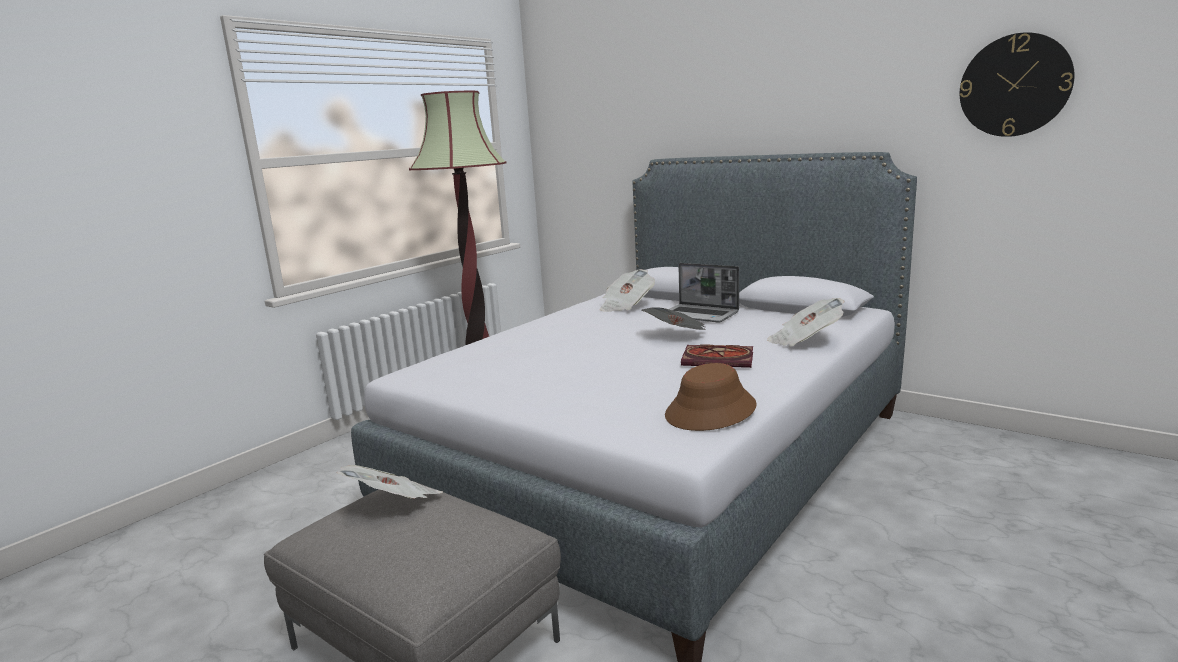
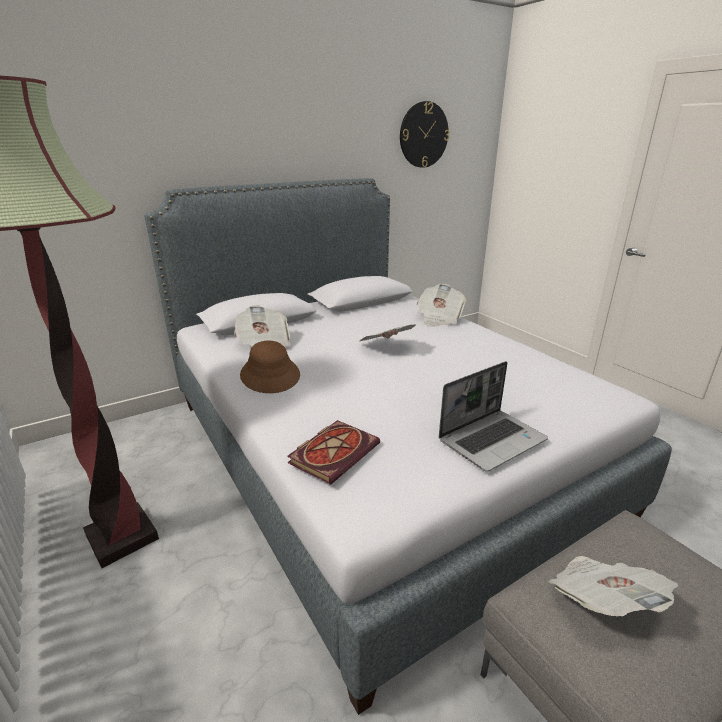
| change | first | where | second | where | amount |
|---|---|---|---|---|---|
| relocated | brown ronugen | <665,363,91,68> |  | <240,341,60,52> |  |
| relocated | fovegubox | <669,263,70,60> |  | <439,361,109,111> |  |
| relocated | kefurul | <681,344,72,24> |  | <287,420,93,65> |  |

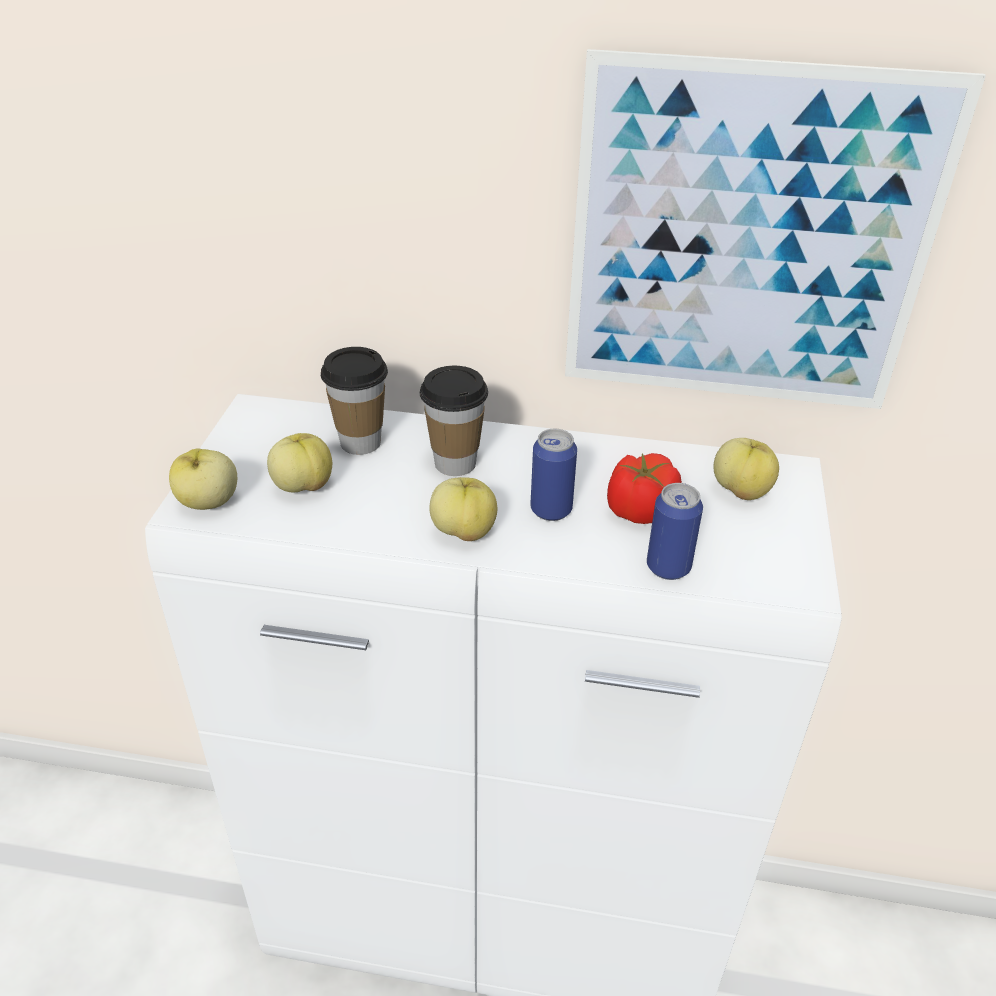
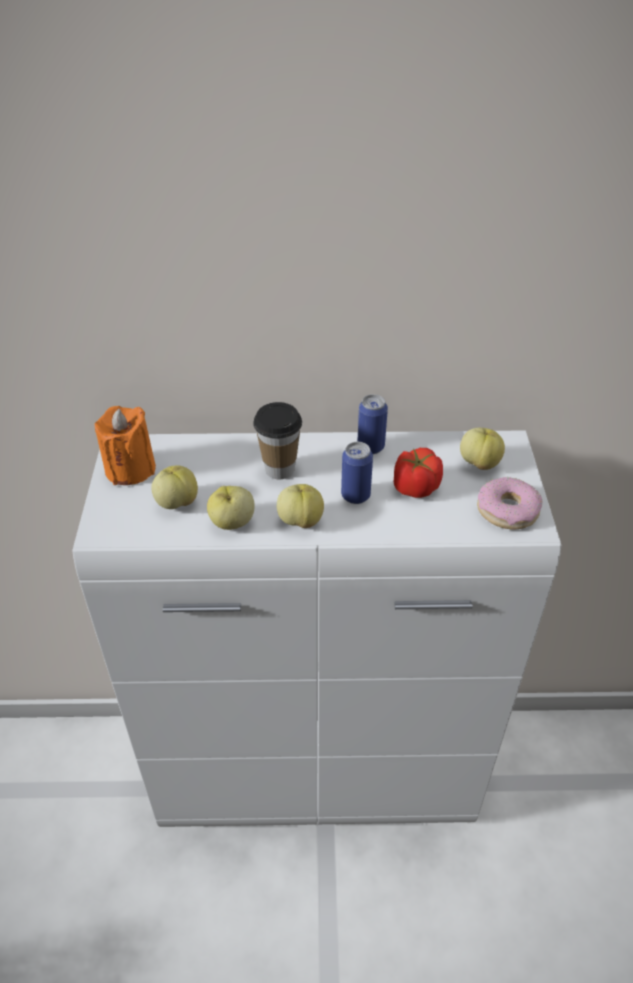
| change | first | where | second | where | amount |
|---|---|---|---|---|---|
| relocated | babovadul | <169,448,68,62> |  | <207,486,48,44> |  |
| missing | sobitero | <321,347,67,108> |  |  |  |
| missing | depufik | <565,49,421,360> |  |  |  |
| relocated | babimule | <647,483,56,97> |  | <357,394,31,60> |  |
| appeared |  |  | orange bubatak | <95,406,61,79> |  |
| appeared |  |  | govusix | <477,477,65,52> |  |

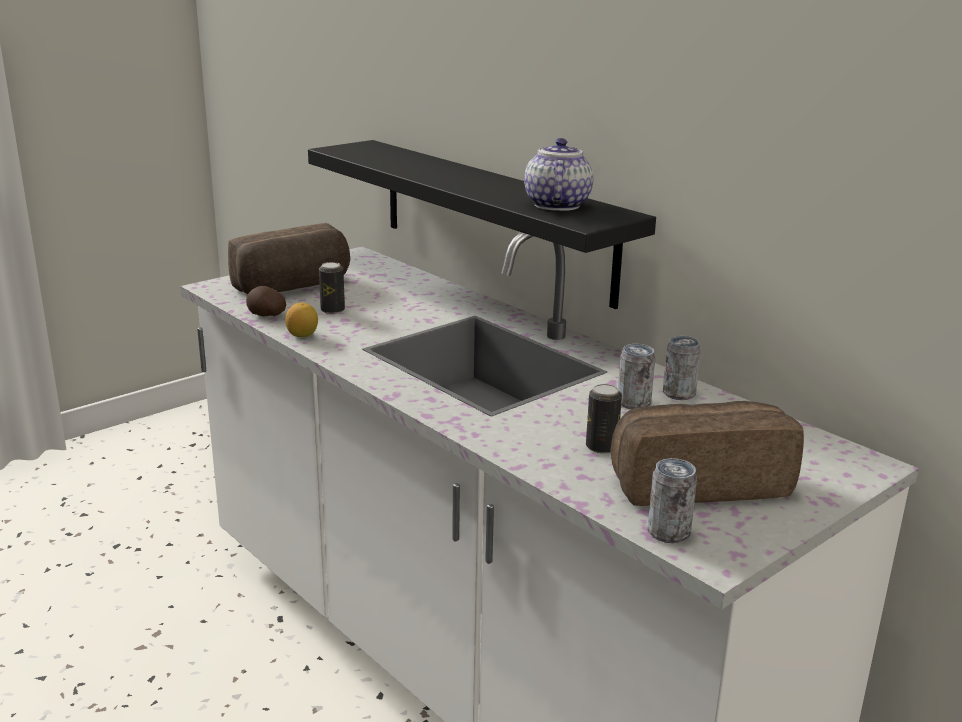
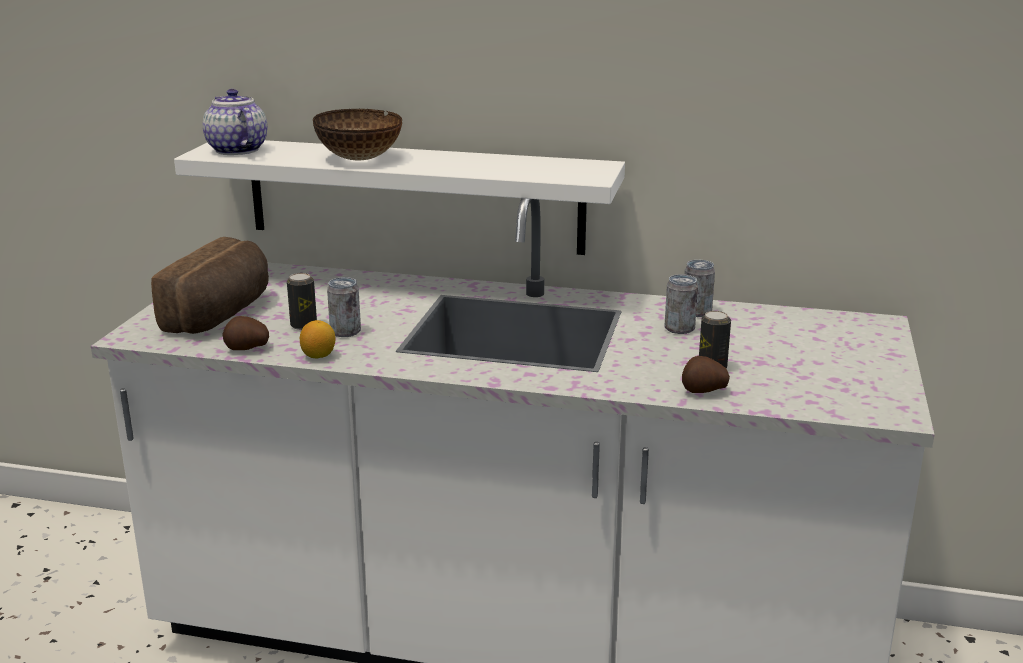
| change | first | where | second | where | amount |
|---|---|---|---|---|---|
| colour | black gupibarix | <308,140,348,169> | white gupibarix | <174,140,451,115> |  |
| relocated | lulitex | <524,138,69,73> |  | <203,89,64,66> |  |
| missing | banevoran | <610,401,194,105> |  |  |  |
| relocated | babimule | <648,458,49,85> |  | <327,277,34,60> |  |
| appeared |  |  | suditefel | <313,109,89,51> |  |
| appeared |  |  | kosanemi | <682,356,48,37> |  |

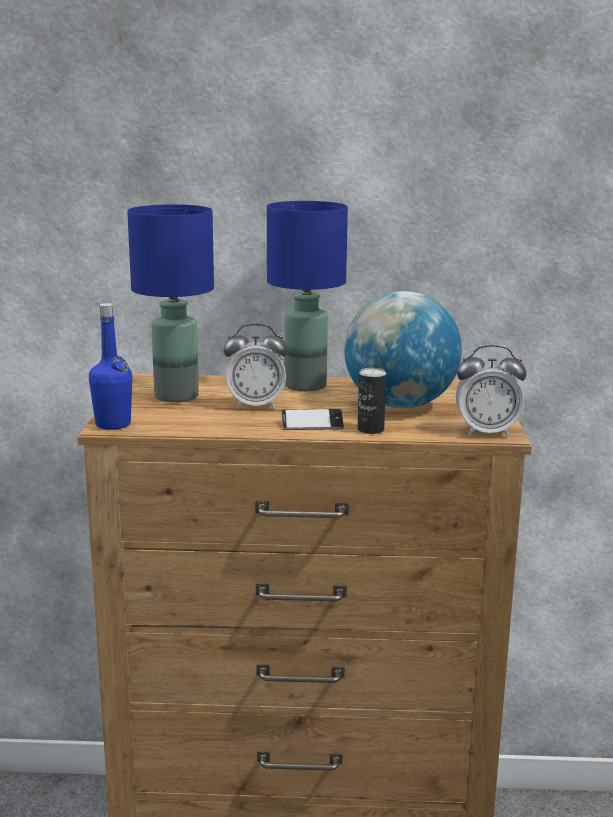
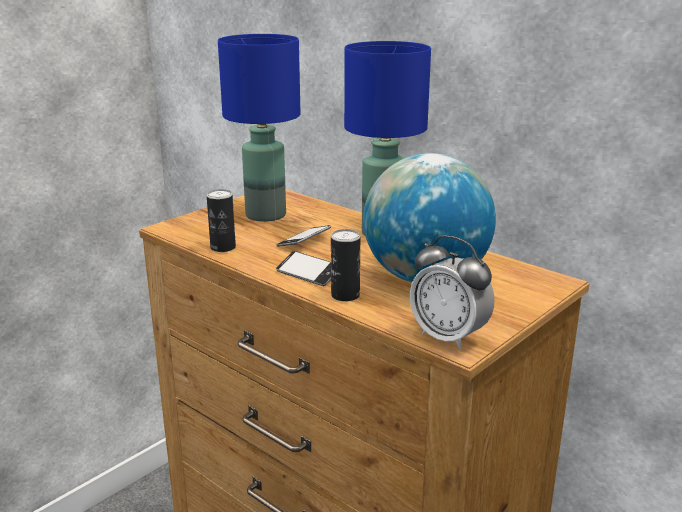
| change | first | where | second | where | amount |
|---|---|---|---|---|---|
| missing | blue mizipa | <89,303,43,127> |  |  |  |
| exchanged | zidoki | <223,323,65,86> | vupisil | <277,225,54,22> |  |
| appeared |  |  | babimule | <207,189,29,63> |  |

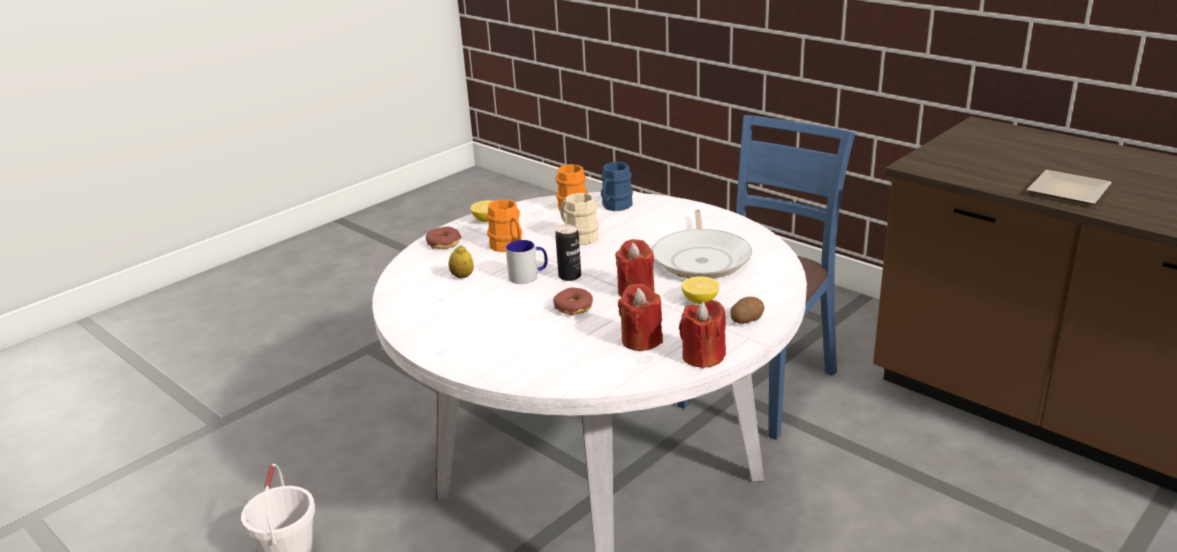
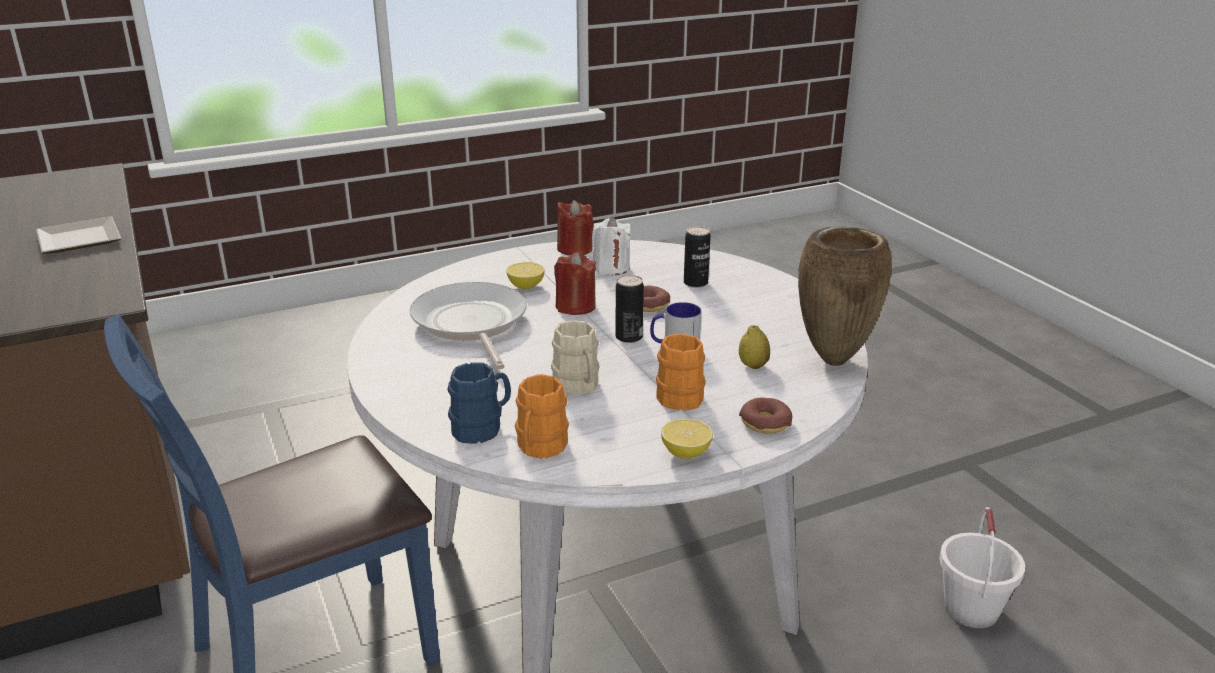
| change | first | where | second | where | amount |
|---|---|---|---|---|---|
| colour | red bubatak | <618,284,45,67> | white bubatak | <592,217,39,58> |  |
| spun | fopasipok | <652,209,100,70> |  | <409,282,118,87> | 45 degrees counterclockwise |
| missing | kosanemi | <730,297,35,27> |  |  |  |
| appeared |  |  | babimule | <684,226,27,62> |  |
| appeared |  |  | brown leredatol | <798,226,94,140> |  |

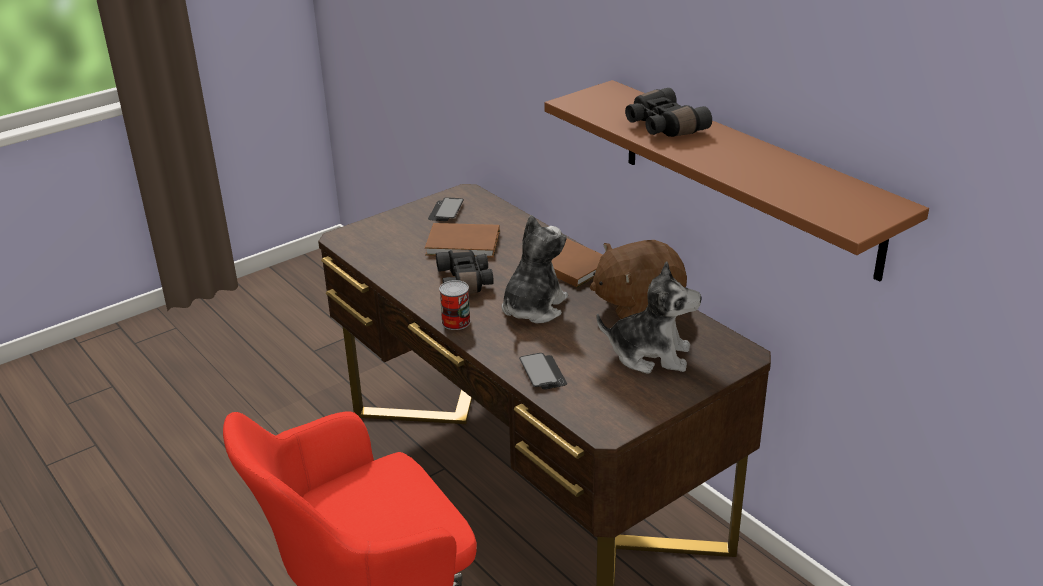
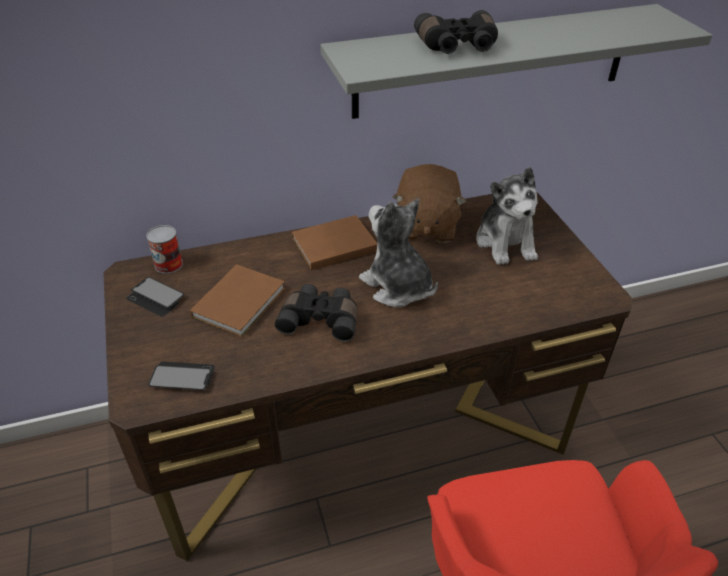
| change | first | where | second | where | amount |
|---|---|---|---|---|---|
| relocated | babimule | <439,280,32,50> |  | <146,225,37,49> |  |
| relocated | vupisil | <519,353,48,36> |  | <148,361,67,29> |  |
| colour | brown gupibarix | <545,80,384,202> | grey gupibarix | <320,4,392,115> |  |
| spun | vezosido | <596,261,106,113> |  | <476,167,62,98> | 135 degrees clockwise |

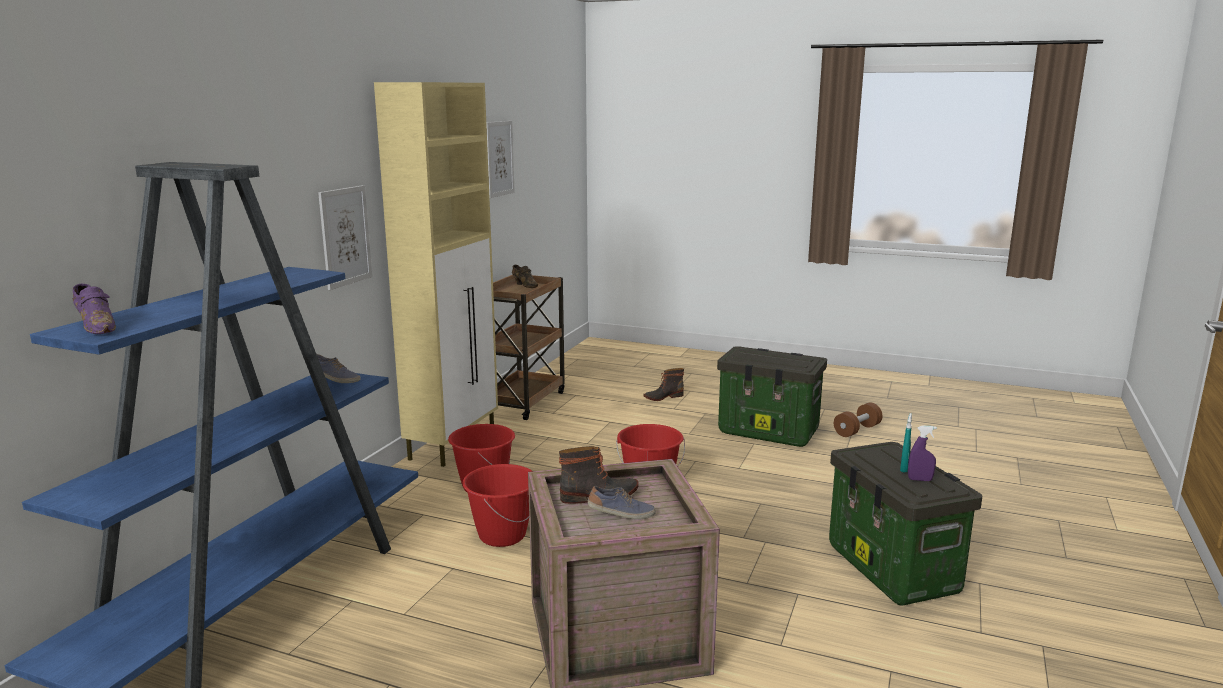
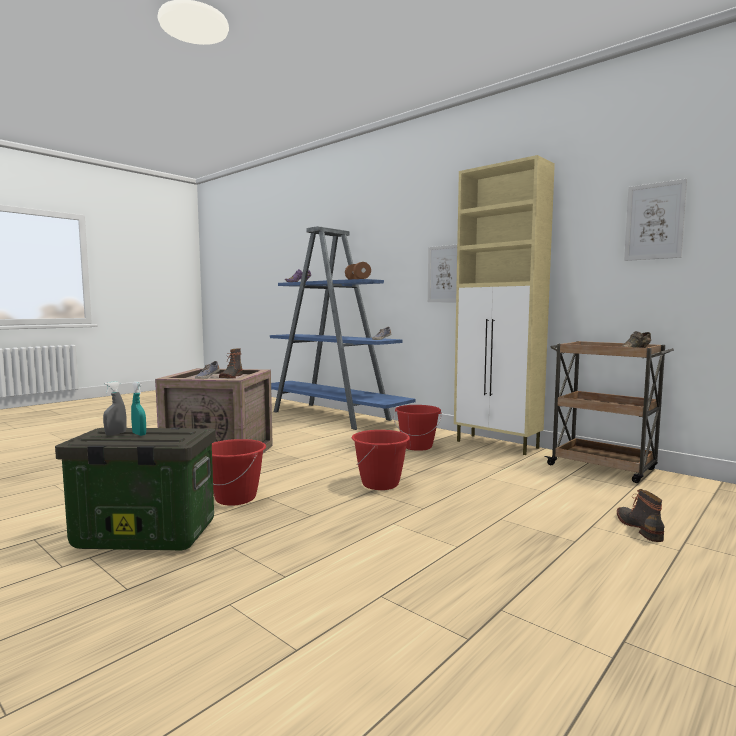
| change | first | where | second | where | amount |
|---|---|---|---|---|---|
| relocated | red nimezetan | <462,464,70,83> |  | <212,439,54,67> |  |
| missing | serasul | <717,346,110,101> |  |  |  |
| relocated | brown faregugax | <834,403,48,34> |  | <345,262,26,17> |  |
| colour | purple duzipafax | <908,425,29,56> | grey duzipafax | <103,381,24,55> |  |

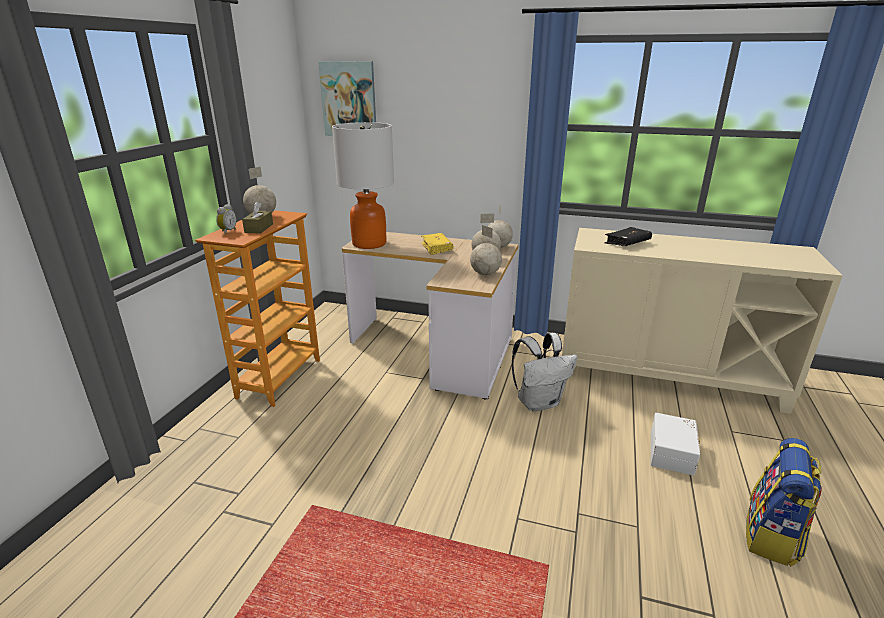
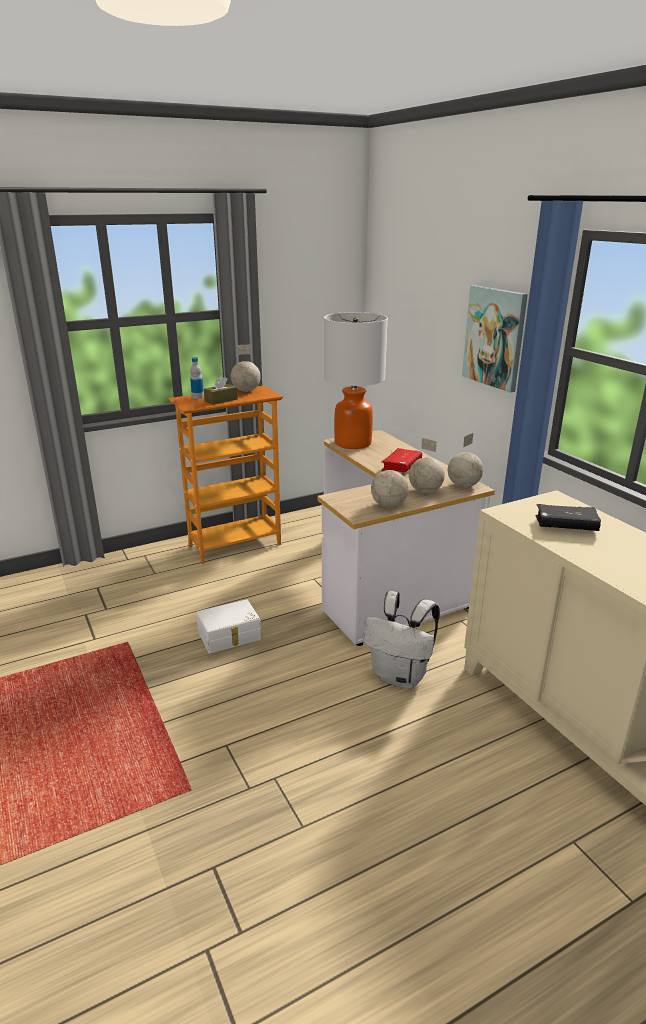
| change | first | where | second | where | amount |
|---|---|---|---|---|---|
| exchanged | zidoki | <216,204,20,30> | mizipa | <190,357,14,42> |  |
| relocated | depufik | <318,61,58,75> |  | <462,285,66,108> |  |
| colour | yellow kefurul | <421,233,32,22> | red kefurul | <381,448,41,24> |  |
| relocated | white serasul | <651,413,49,63> |  | <196,599,65,55> |  |
| missing | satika | <746,438,76,129> |  |  |  |

